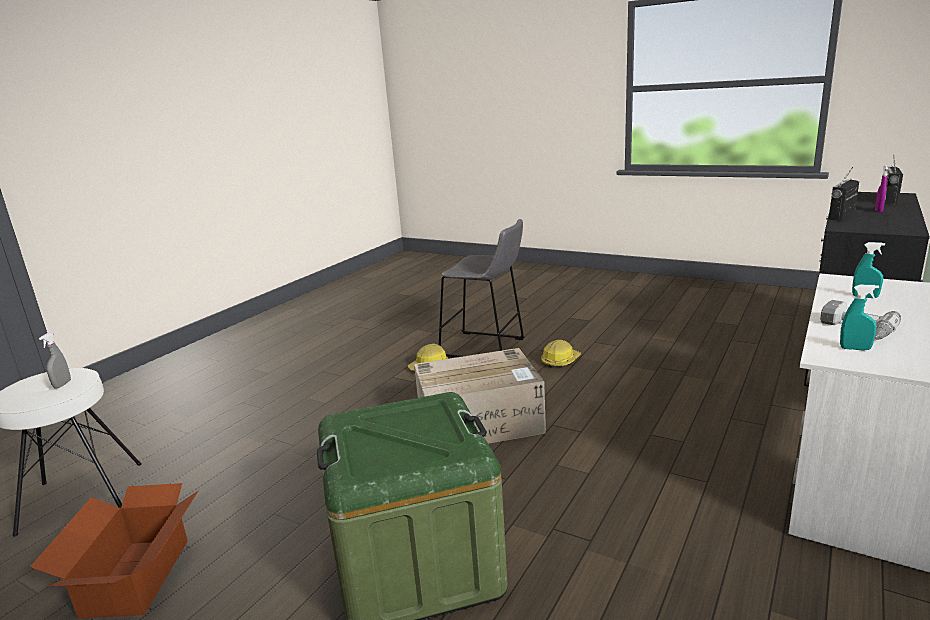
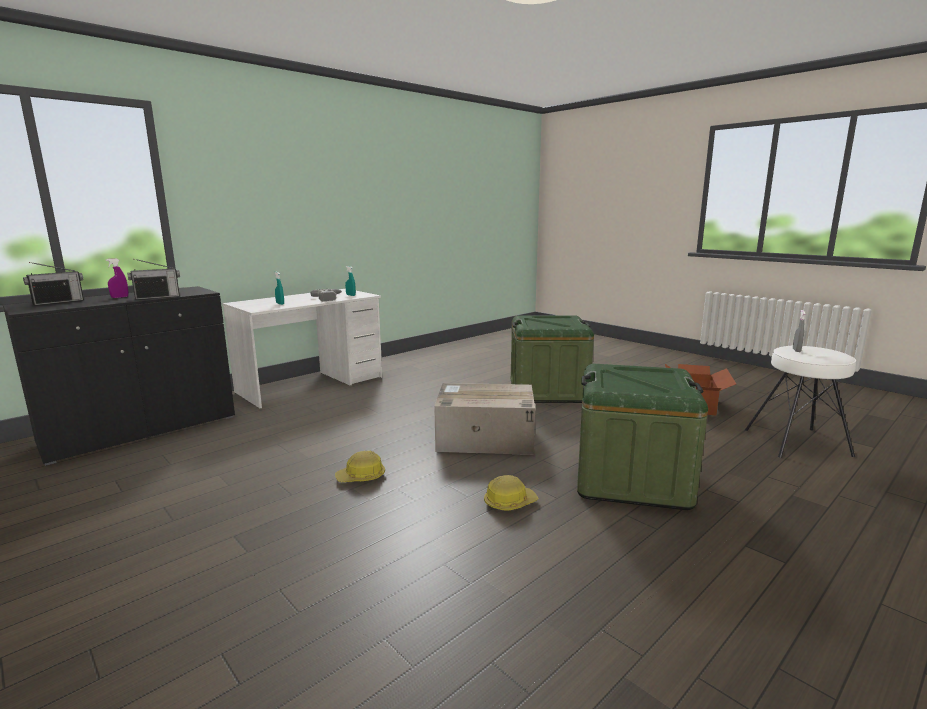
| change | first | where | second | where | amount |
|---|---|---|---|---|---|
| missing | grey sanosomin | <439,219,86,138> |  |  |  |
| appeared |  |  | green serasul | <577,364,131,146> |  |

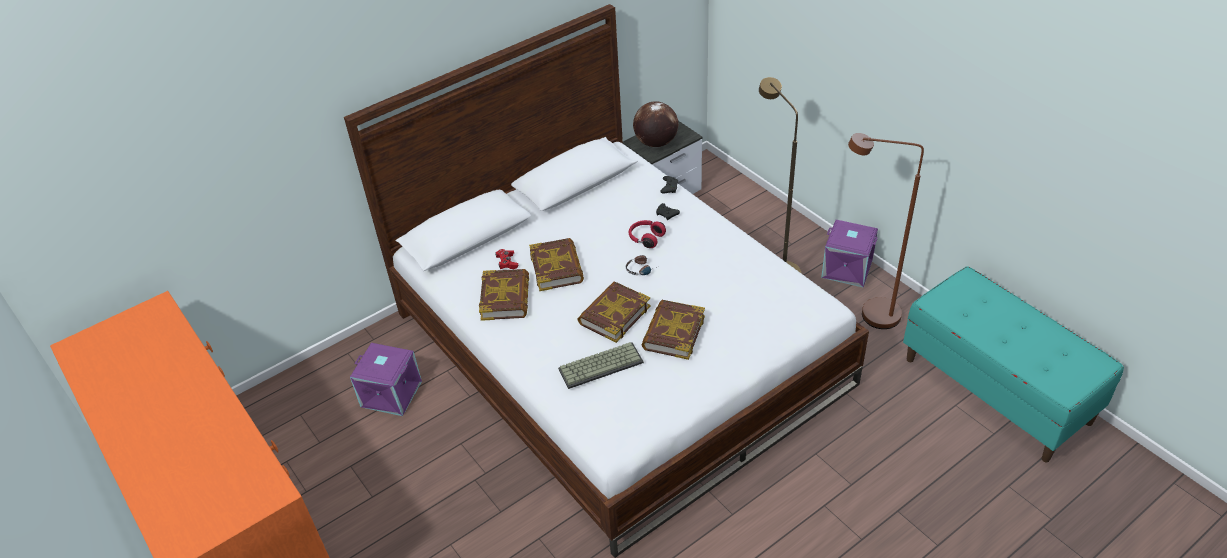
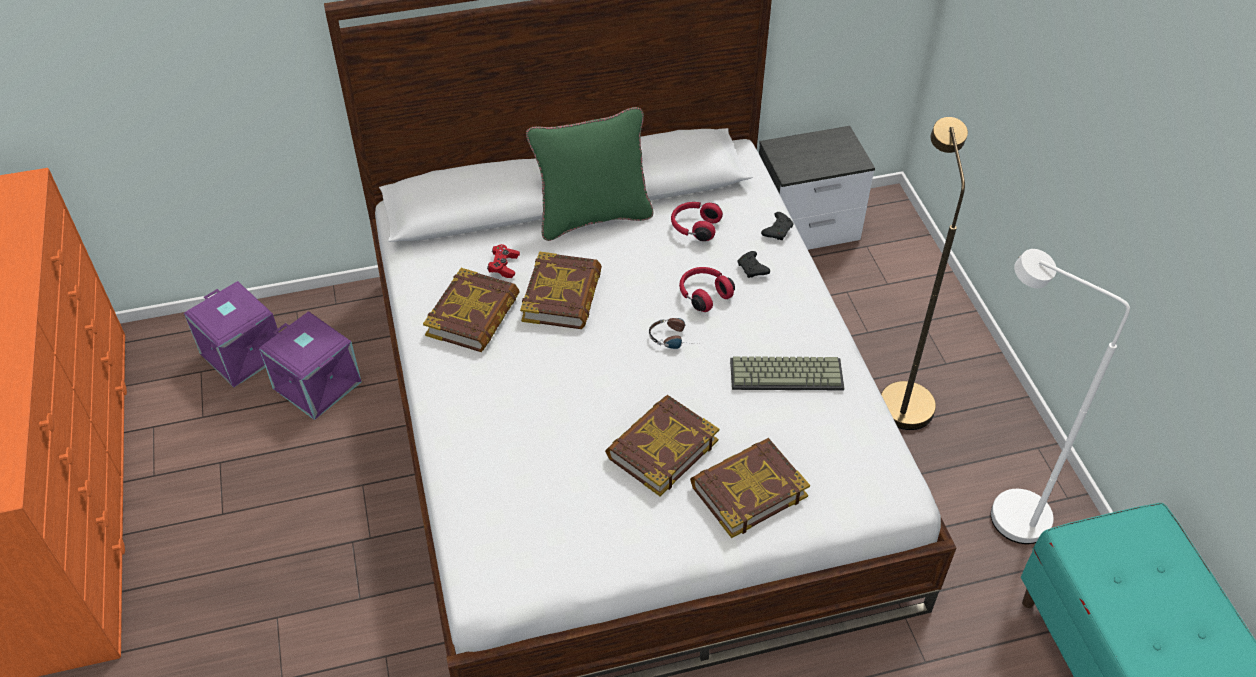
| change | first | where | second | where | amount |
|---|---|---|---|---|---|
| relocated | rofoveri | <558,342,86,47> |  | <730,356,114,34> |  |
| relocated | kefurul | <577,281,74,62> |  | <690,438,120,100> |  |
| missing | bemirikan | <633,101,45,46> |  |  |  |
| relocated | purple serasul | <821,220,57,68> |  | <184,281,95,107> |  |
| colour | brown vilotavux | <848,133,76,196> | white vilotavux | <991,249,139,295> |  |
| appeared |  |  | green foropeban | <526,107,128,134> |  |
| appeared |  |  | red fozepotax | <671,202,52,39> |  |

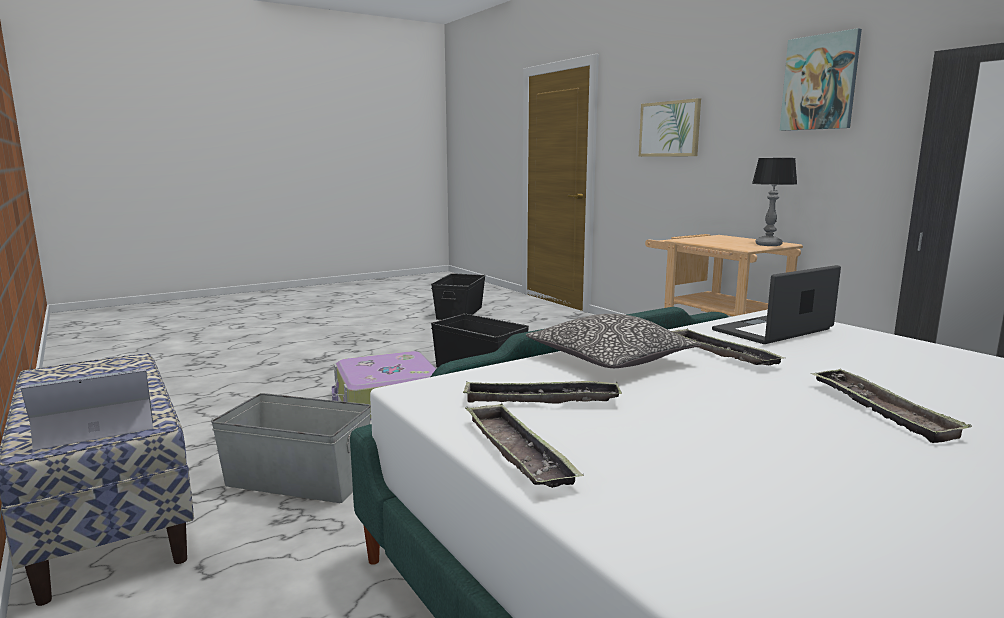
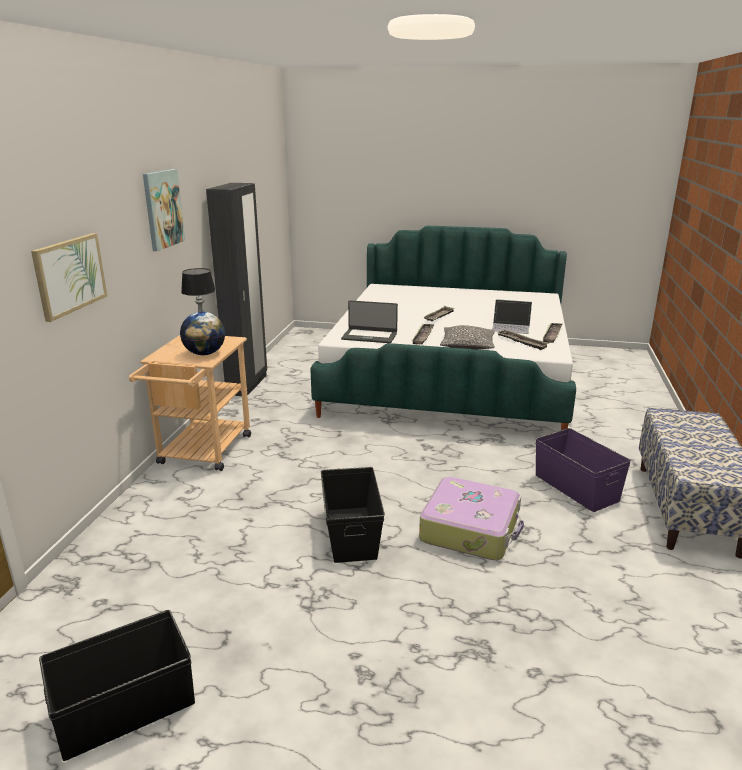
| change | first | where | second | where | amount |
|---|---|---|---|---|---|
| relocated | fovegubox | <20,369,133,82> |  | <492,299,40,35> |  |
| colour | grey serasul | <211,393,160,110> | purple serasul | <535,428,96,84> |  |
| appeared |  |  | bemirikan | <180,312,45,43> |  |

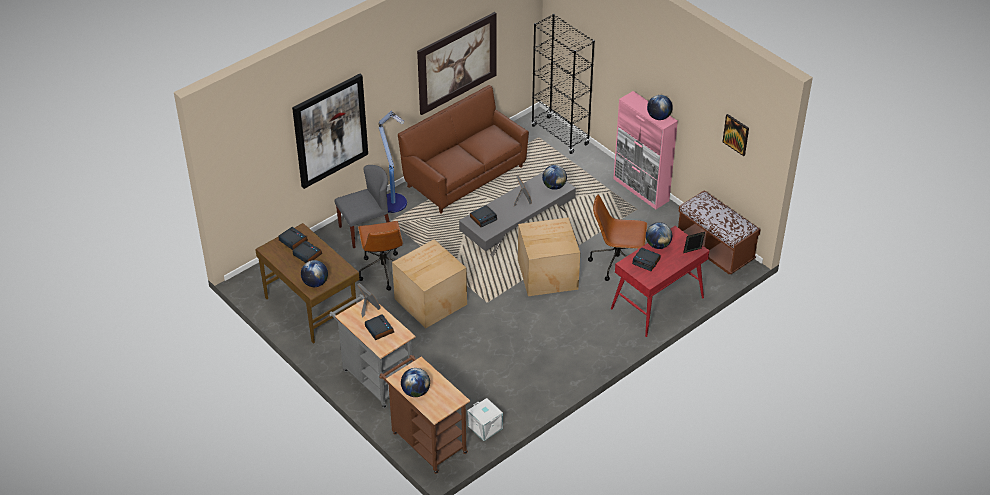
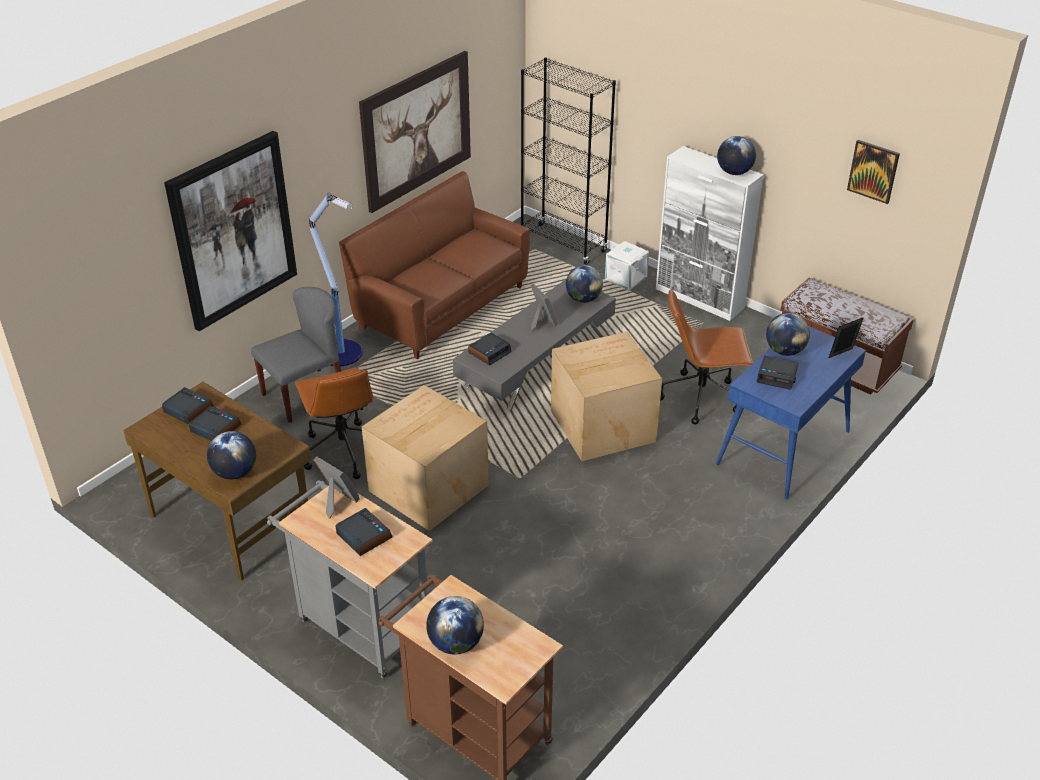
| change | first | where | second | where | amount |
|---|---|---|---|---|---|
| relocated | white serasul | <468,398,35,43> |  | <605,241,44,49> |  |
| colour | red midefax | <611,226,99,111> | blue midefax | <716,326,150,174> |  |
| colour | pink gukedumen | <613,91,65,118> | white gukedumen | <656,146,108,175> |  |

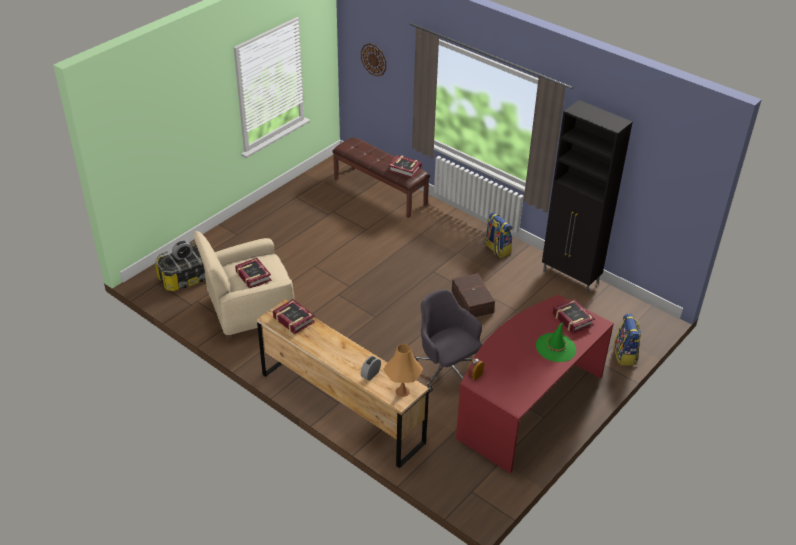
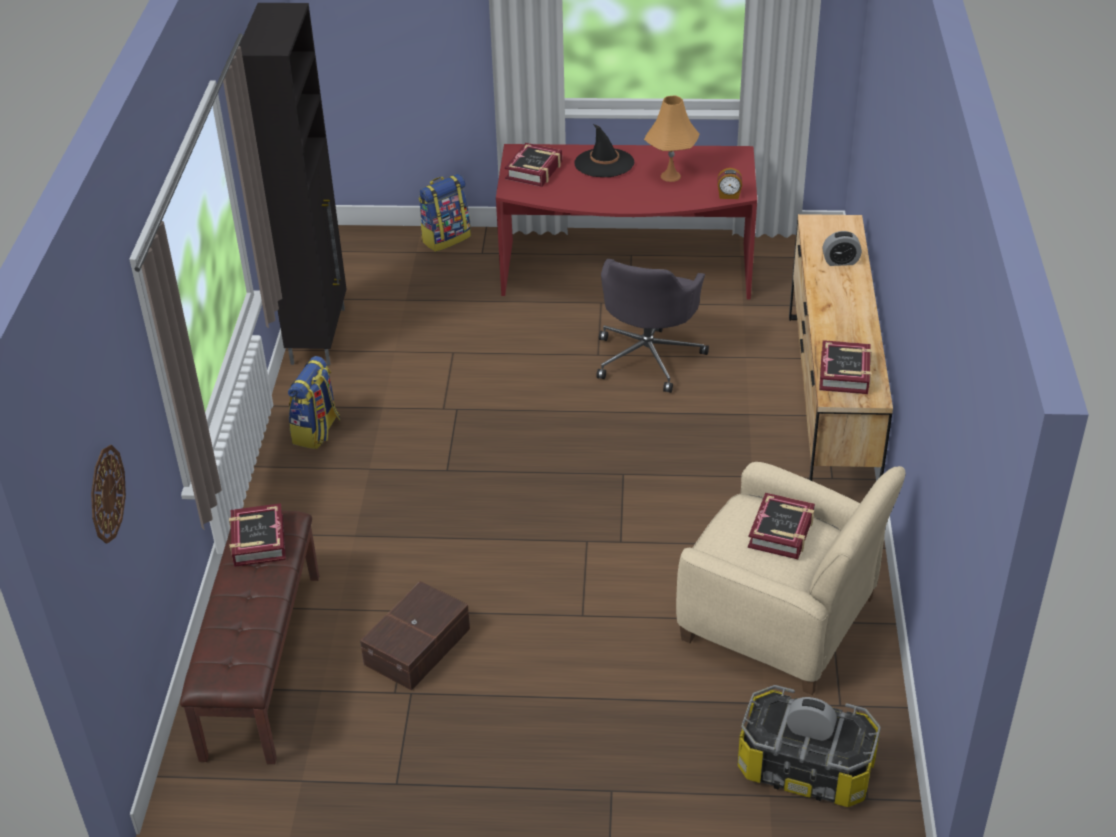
| change | first | where | second | where | amount |
|---|---|---|---|---|---|
| relocated | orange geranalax | <383,344,40,53> |  | <644,96,55,86> |  |
| relocated | brown serasul | <452,273,43,44> |  | <360,581,110,110> |  |
| colour | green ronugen | <536,322,40,40> | black ronugen | <575,124,59,53> |  |

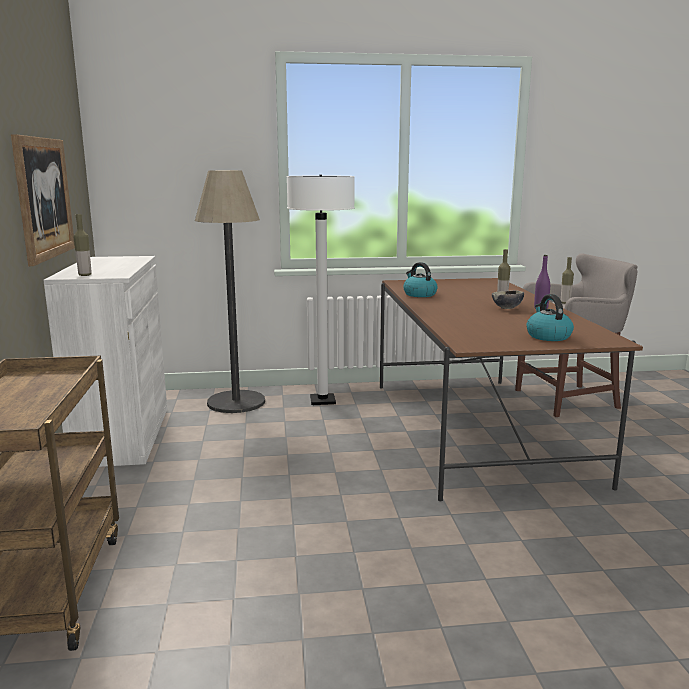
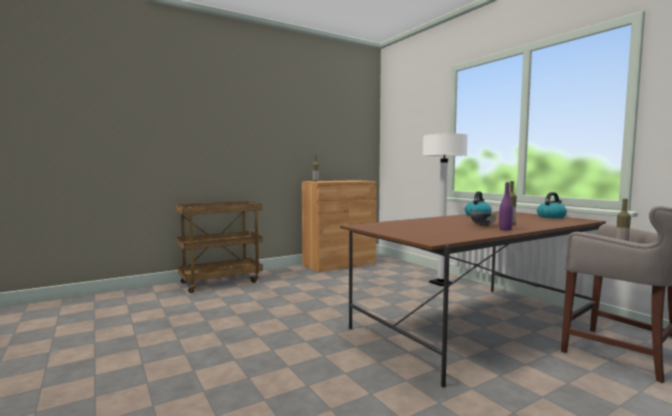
| change | first | where | second | where | amount |
|---|---|---|---|---|---|
| missing | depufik | <11,134,64,132> |  |  |  |
| colour | white gukedumen | <43,256,124,211> | brown gukedumen | <302,180,75,92> |  |
| missing | vilotavux | <195,170,70,243> |  |  |  |
| relocated | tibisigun | <526,294,48,47> |  | <537,192,30,27> |  |

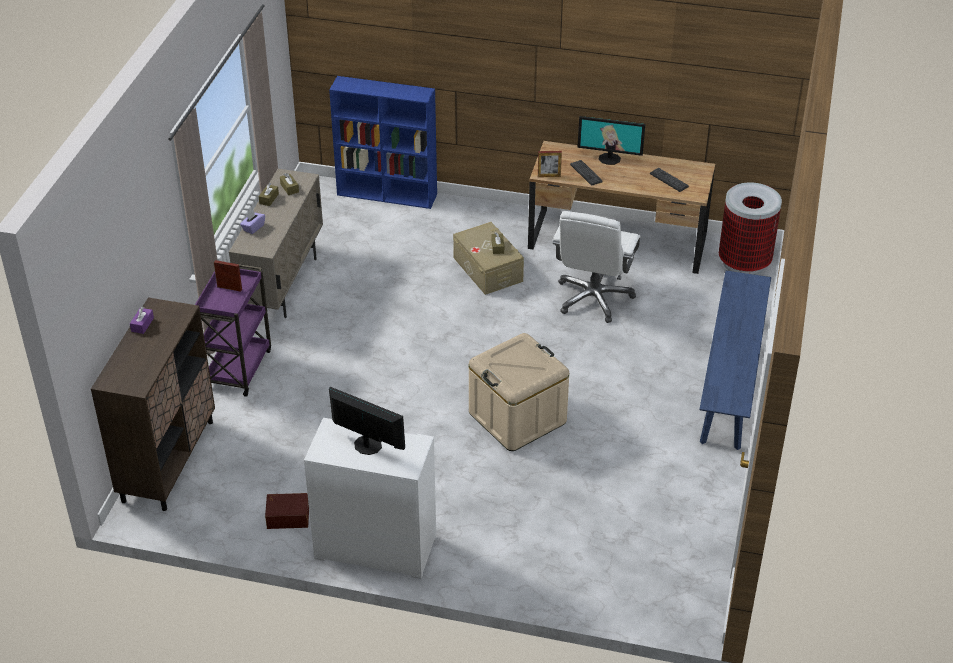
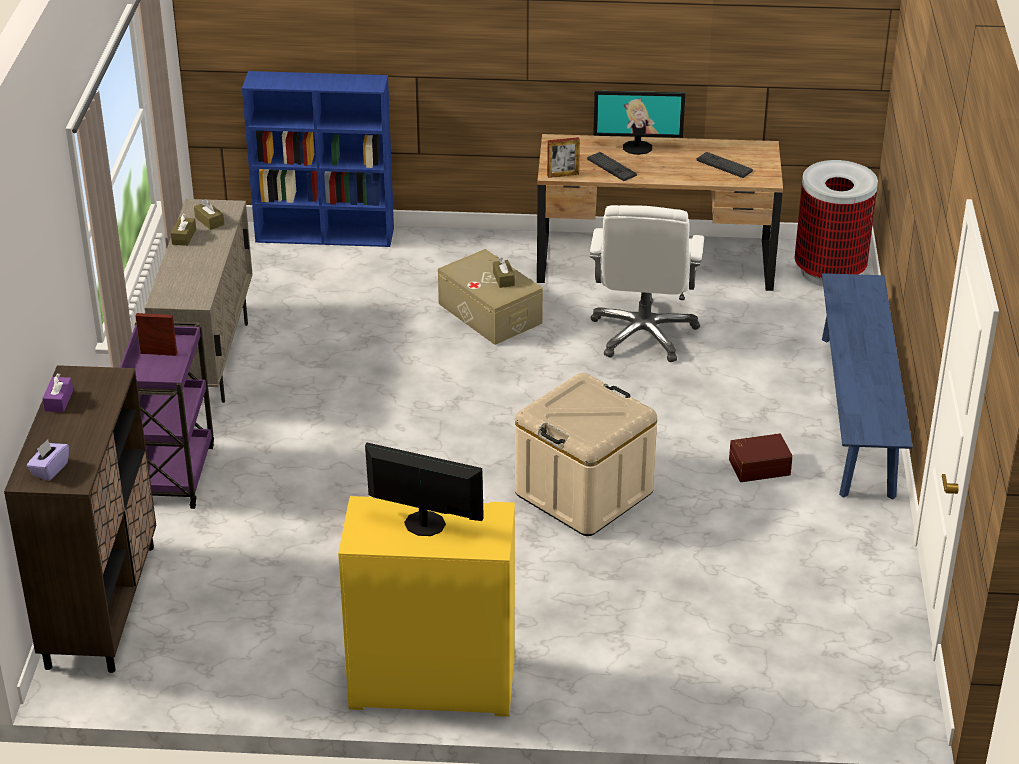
| change | first | where | second | where | amount |
|---|---|---|---|---|---|
| relocated | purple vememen | <240,210,25,24> |  | <27,439,42,42> |  |
| relocated | brown serasul | <265,493,44,36> |  | <729,433,64,49> |  |
| colour | white gukedumen | <304,418,132,161> | yellow gukedumen | <338,496,177,221> |  |

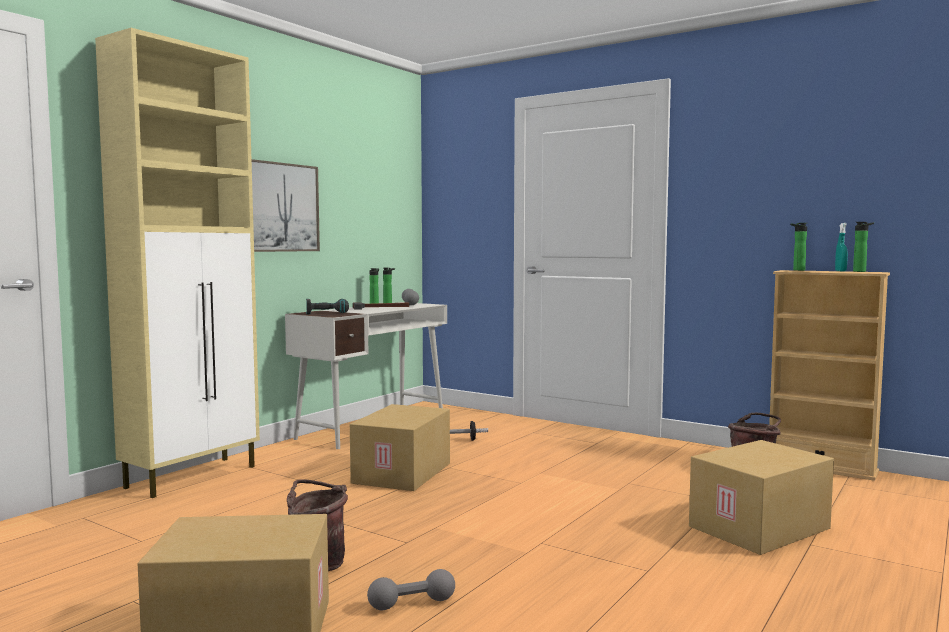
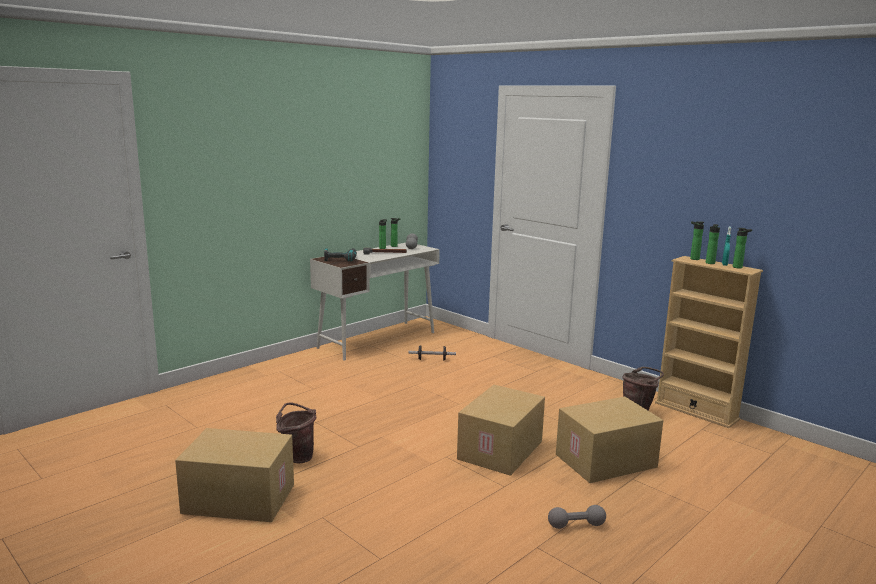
| change | first | where | second | where | amount |
|---|---|---|---|---|---|
| missing | beige gukedumen | <95,28,165,470> |  |  |  |
| missing | depufik | <252,159,68,93> |  |  |  |
| relocated | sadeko | <350,404,100,87> |  | <457,385,88,91> |  |
| relocated | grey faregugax | <367,569,88,41> |  | <548,505,58,24> |  |
| appeared |  |  | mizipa | <706,224,14,40> |  |

